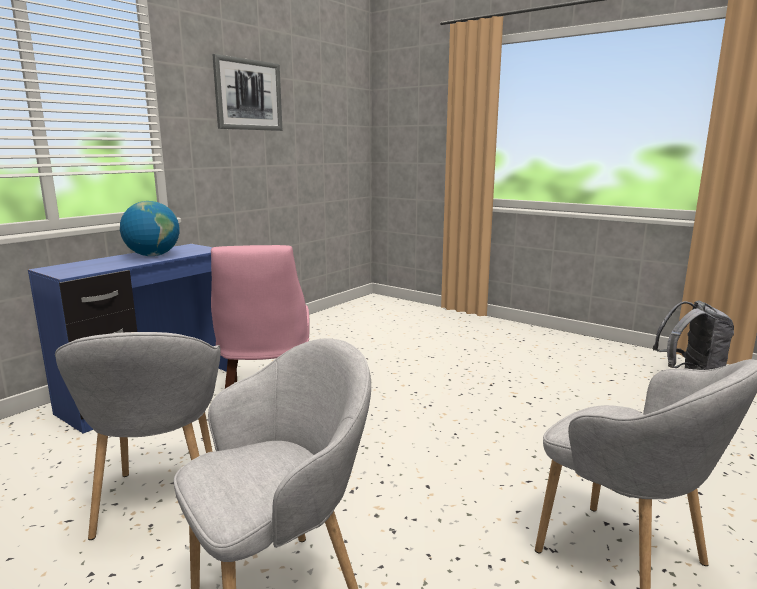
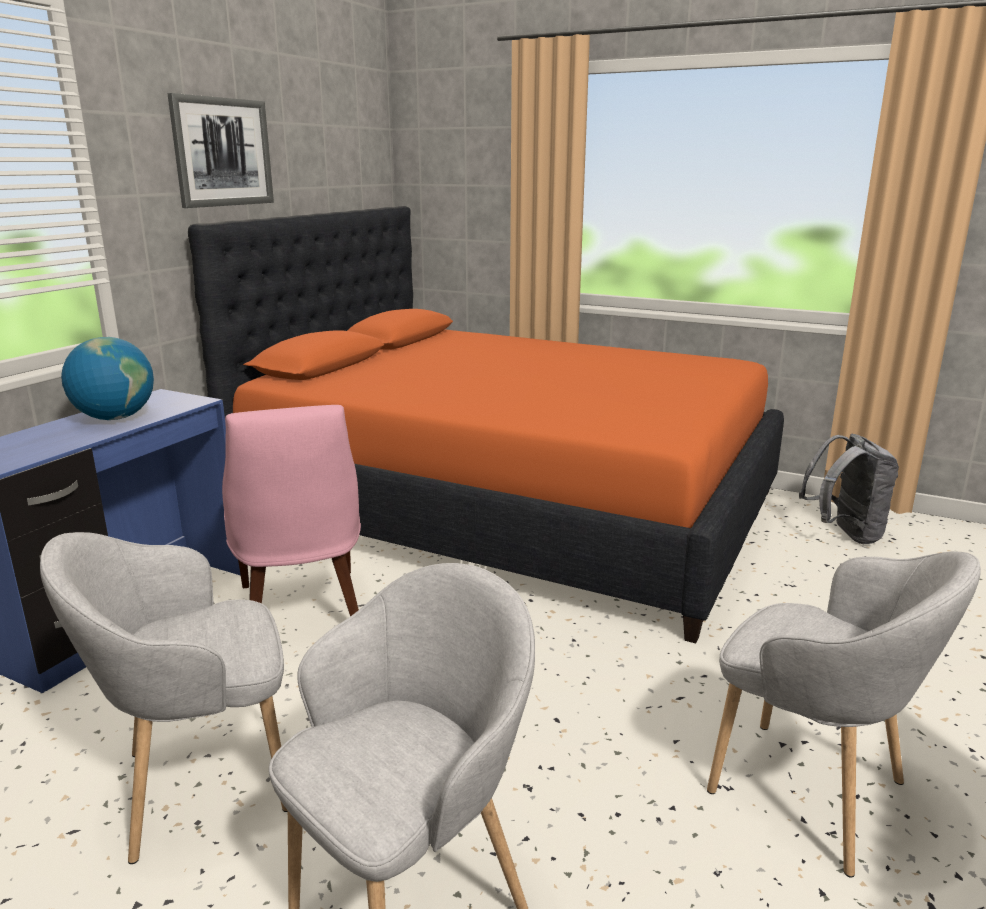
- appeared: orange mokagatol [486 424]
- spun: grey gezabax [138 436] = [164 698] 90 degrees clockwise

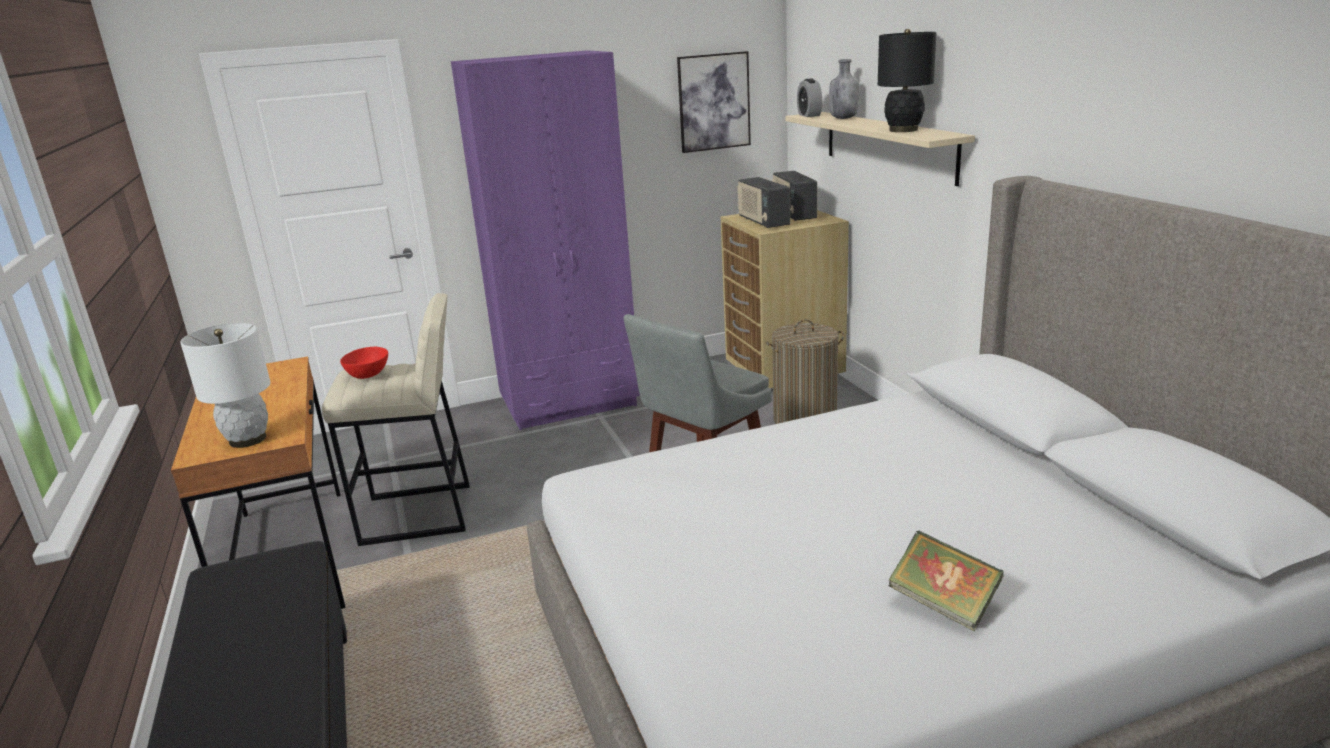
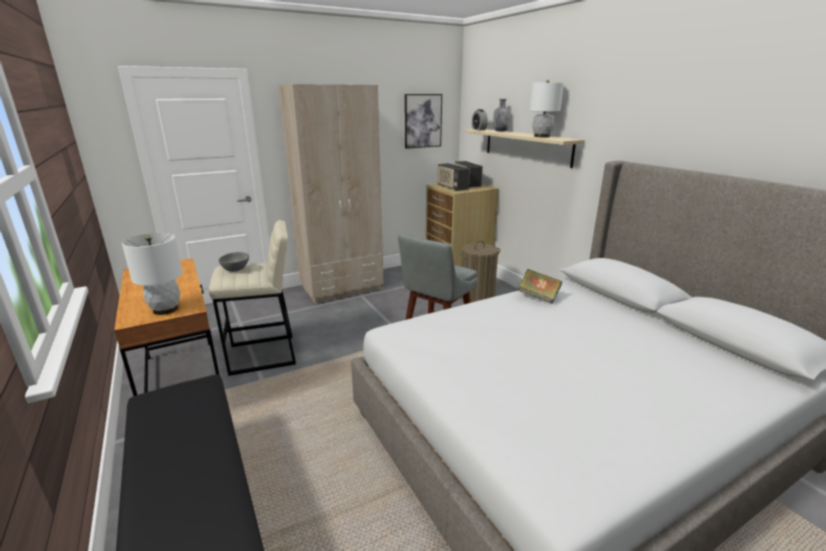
- relocated: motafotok [946 581] to [540 286]
- colour: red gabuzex [364 363] to grey gabuzex [234 262]
- colour: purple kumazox [545 240] to beige kumazox [331 194]
- colour: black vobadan [907 80] to white vobadan [546 108]

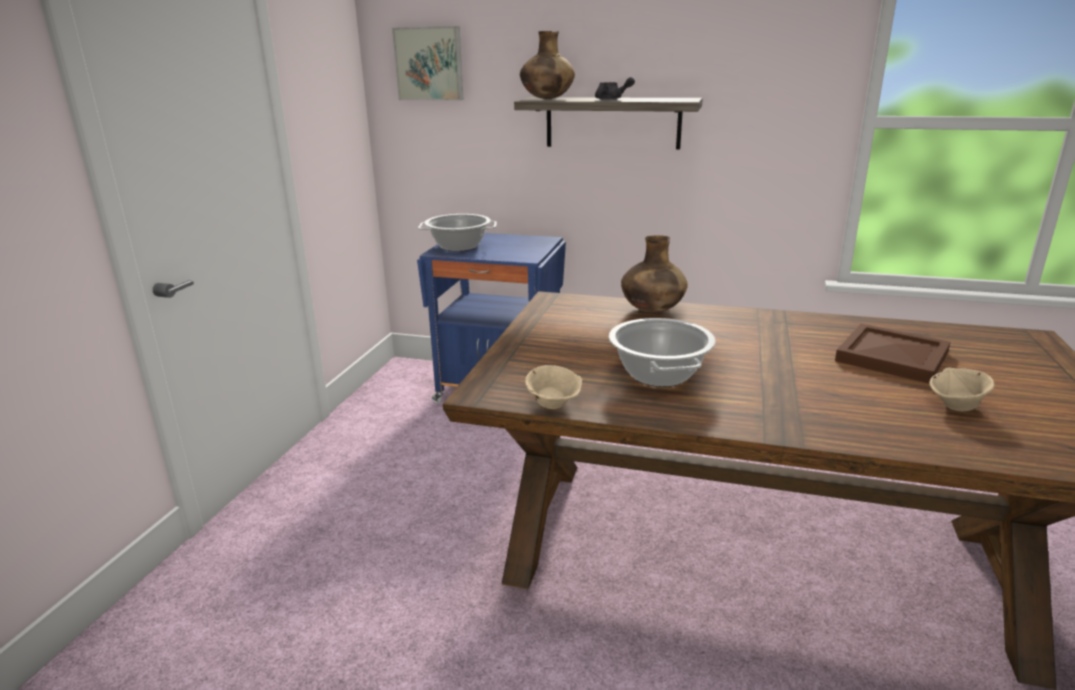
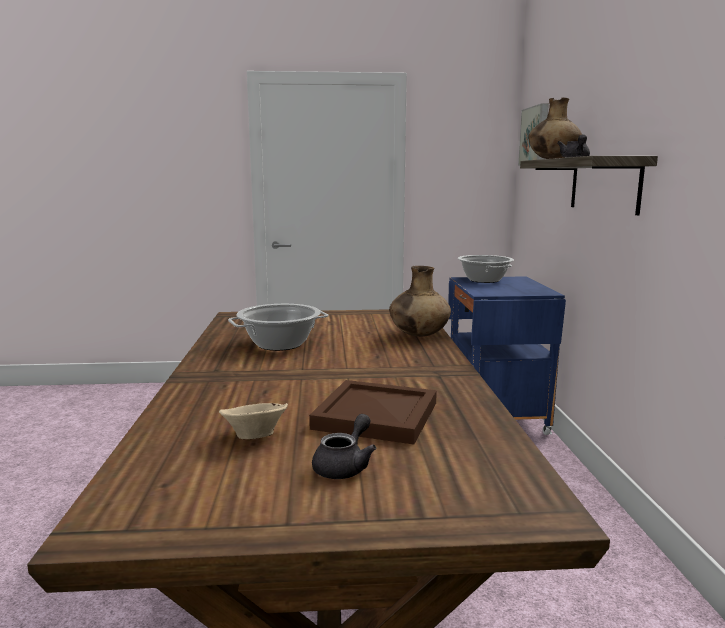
- missing: beige gabuzex [553 387]
- appeared: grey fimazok [344 446]

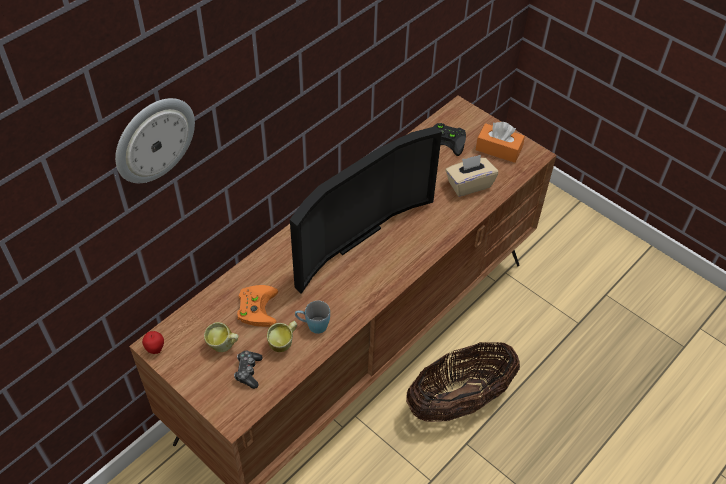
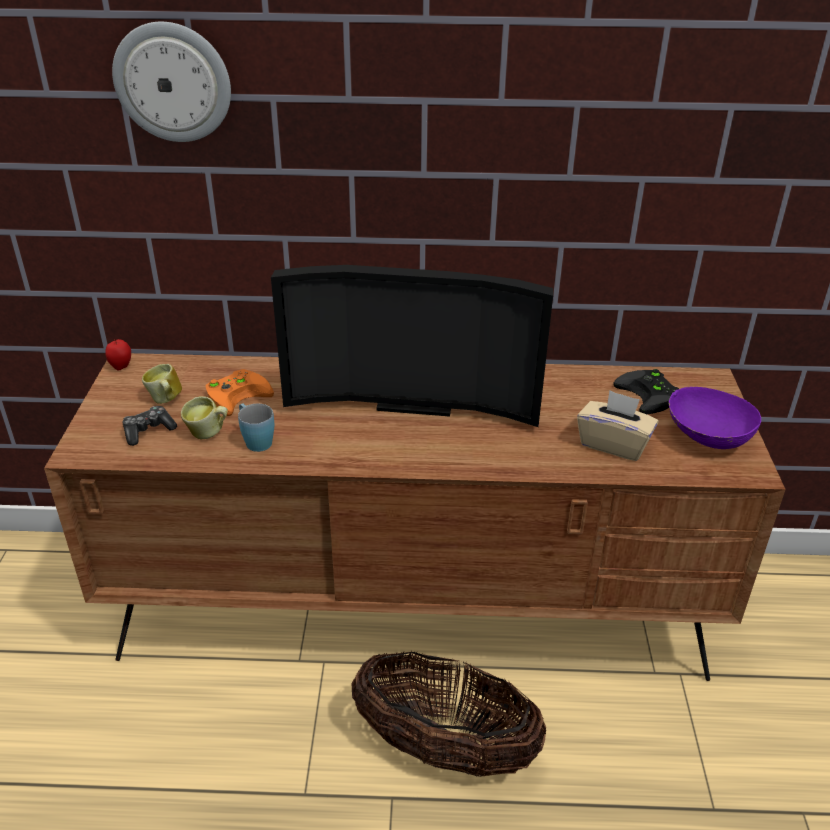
- exchanged: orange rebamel [500 142] to purple gabuzex [715 418]

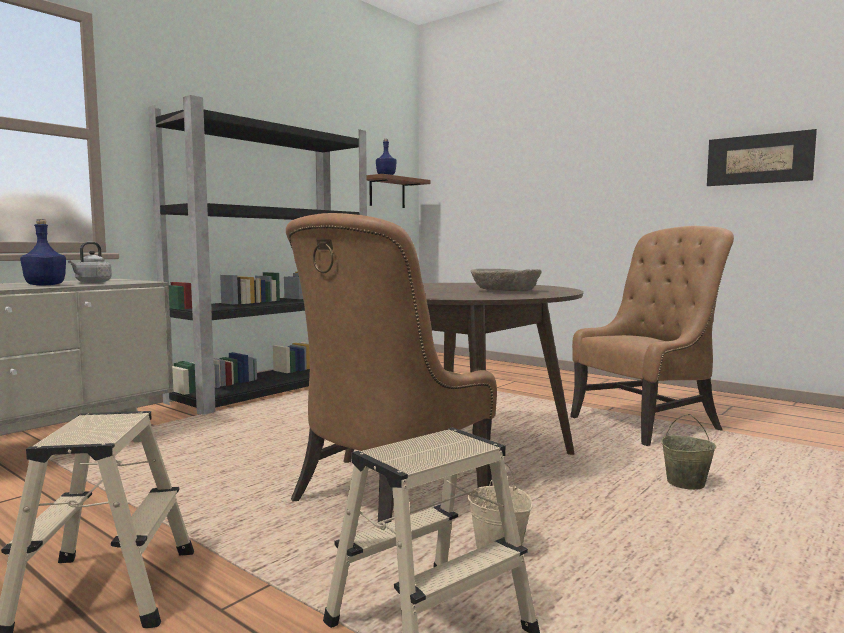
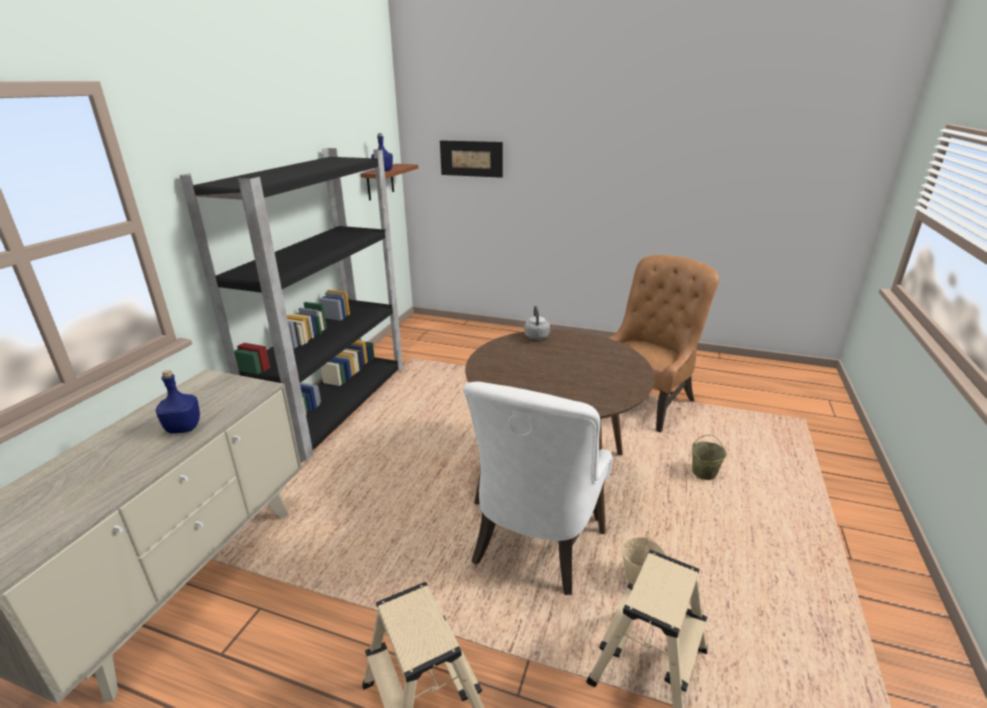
- missing: beige gabuzex [506 280]
- relocated: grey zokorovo [90 262] to [537 323]
- relocated: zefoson [762 157] to [471 159]
- colour: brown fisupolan [391 369] to white fisupolan [538 488]

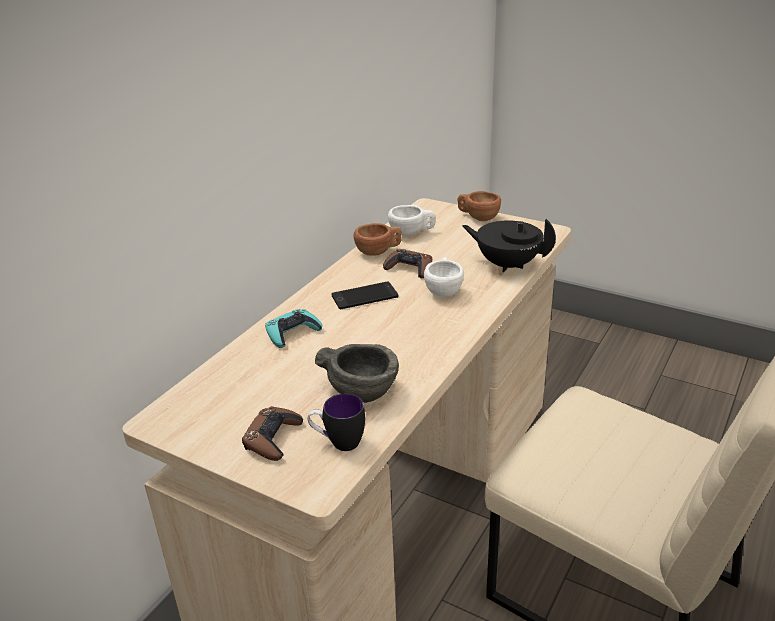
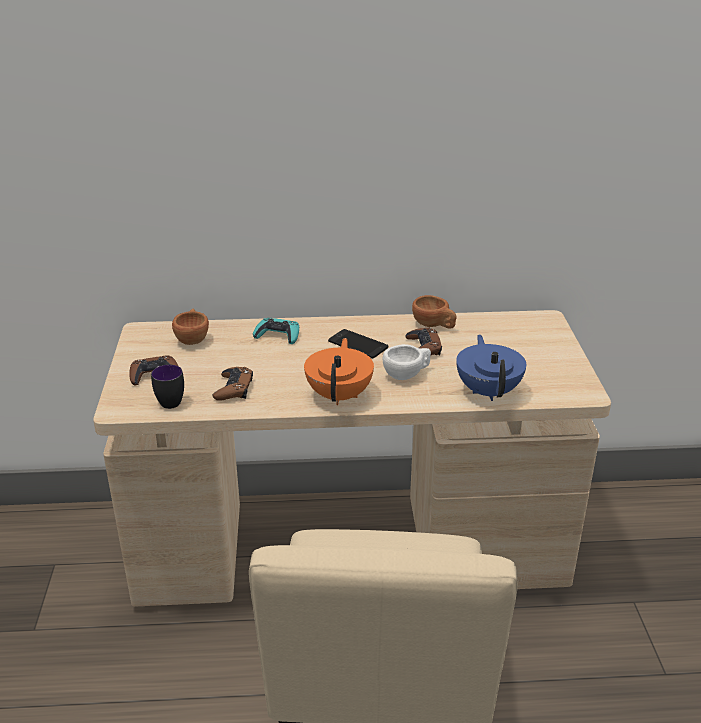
- missing: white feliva [412 220]
- appeared: orange fimazok [339 371]
- relocated: brown feliva [479 206] to [190 327]
- exchanged: grey gabuzex [357 373] to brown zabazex [232 384]
- colour: black fimazok [509 245] to blue fimazok [491 368]

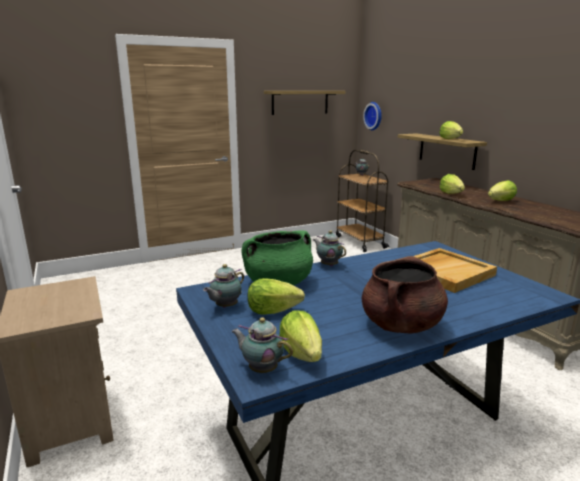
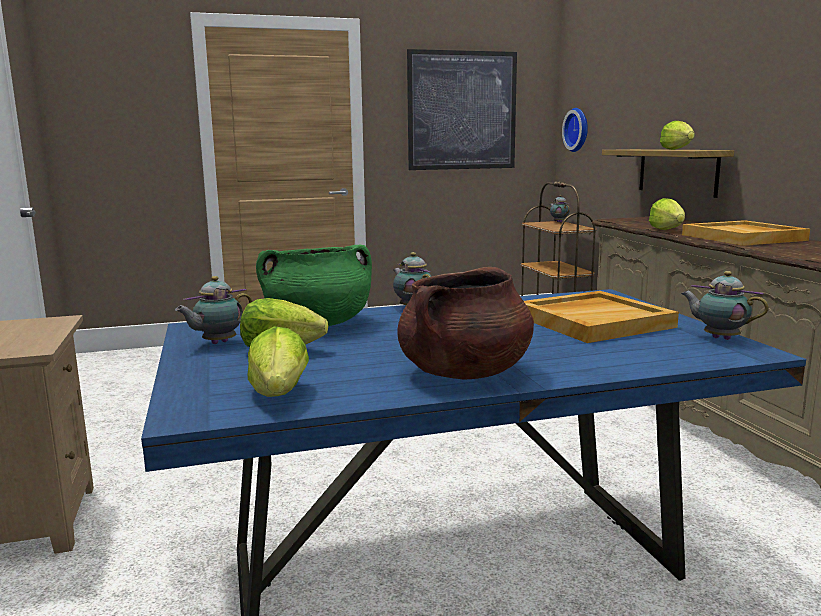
- relocated: fimazok [262 345] to [725 305]
- exchanged: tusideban [304 103] to zefoson [462 109]
- exchanged: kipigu [502 190] to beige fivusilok [746 233]

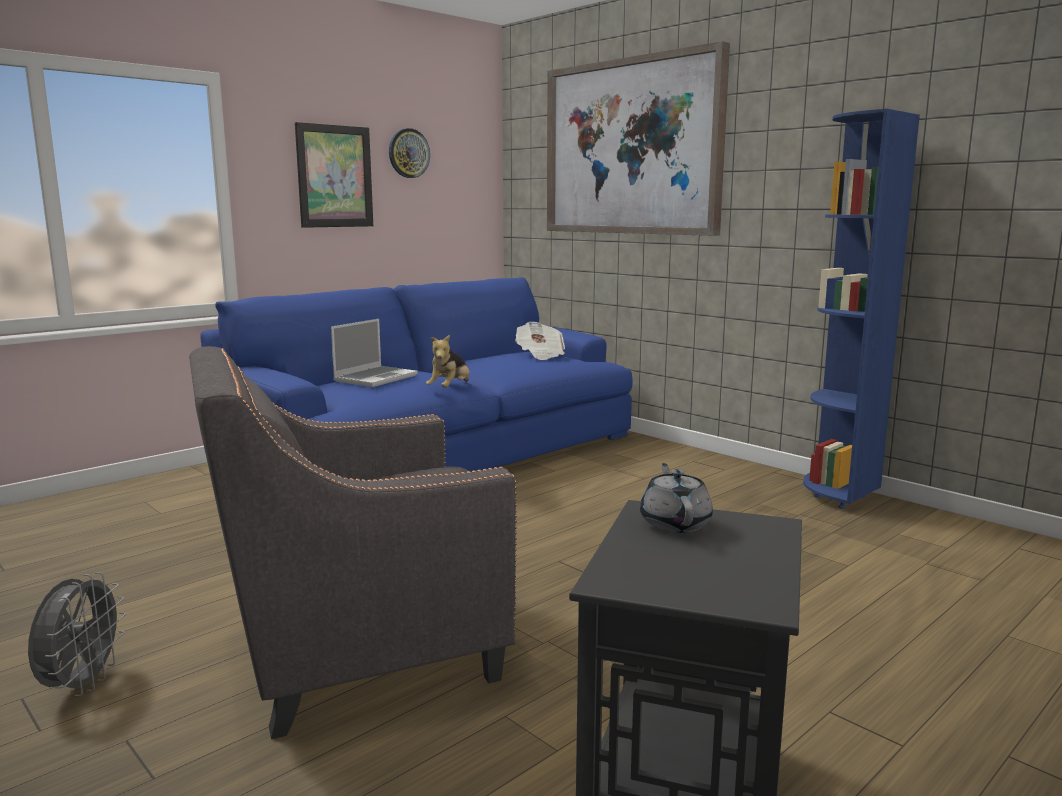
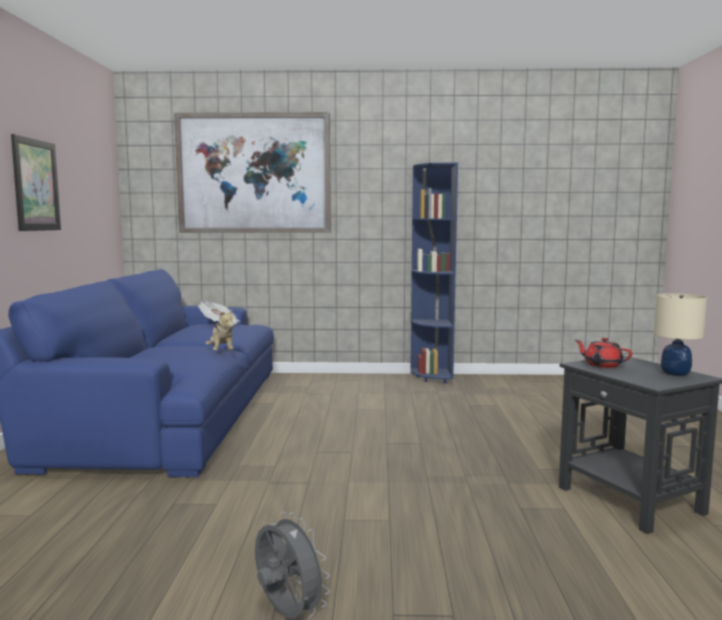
- missing: grey gezabax [353 542]
- missing: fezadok [374 353]
- missing: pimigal [409 153]
- appeared: beige vobadan [680 334]
- colour: grey fimazok [676 498] to red fimazok [603 353]

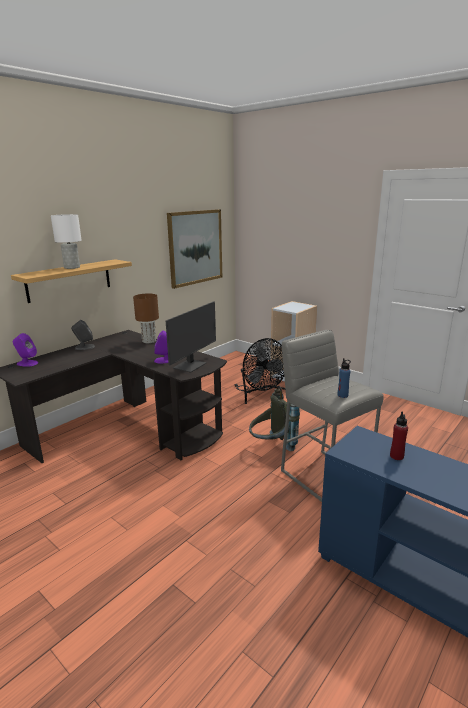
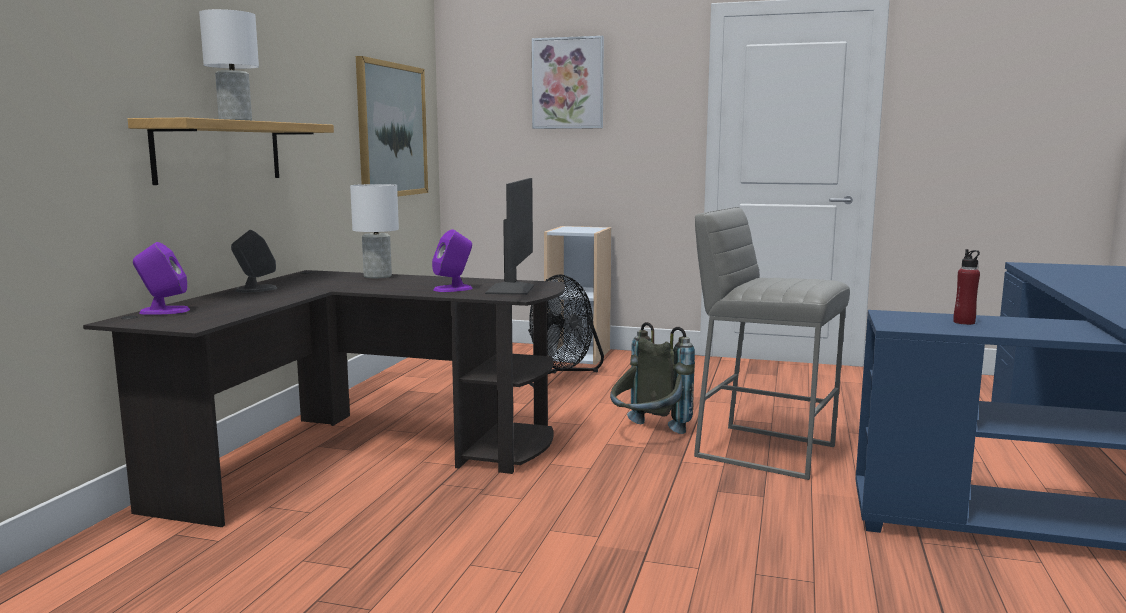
- missing: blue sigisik [344 378]
- appeared: zefoson [568 82]
- colour: brown vobadan [146 318] to white vobadan [374 231]

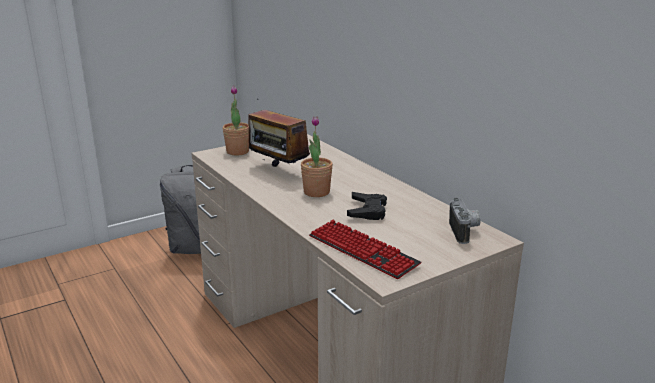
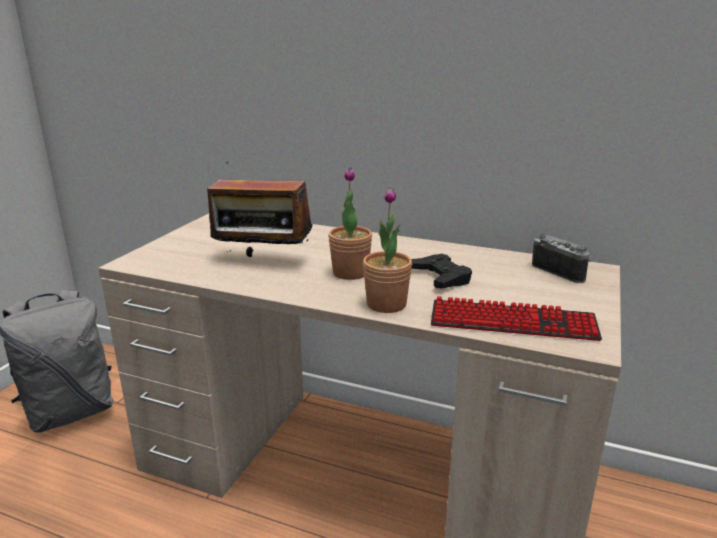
- relocated: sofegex [236 121] to [387 250]

